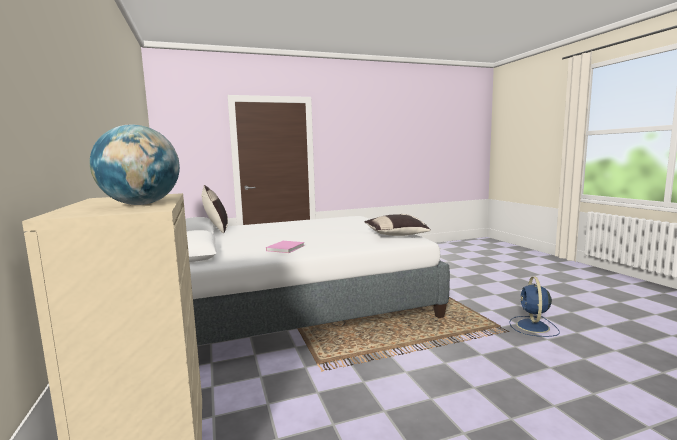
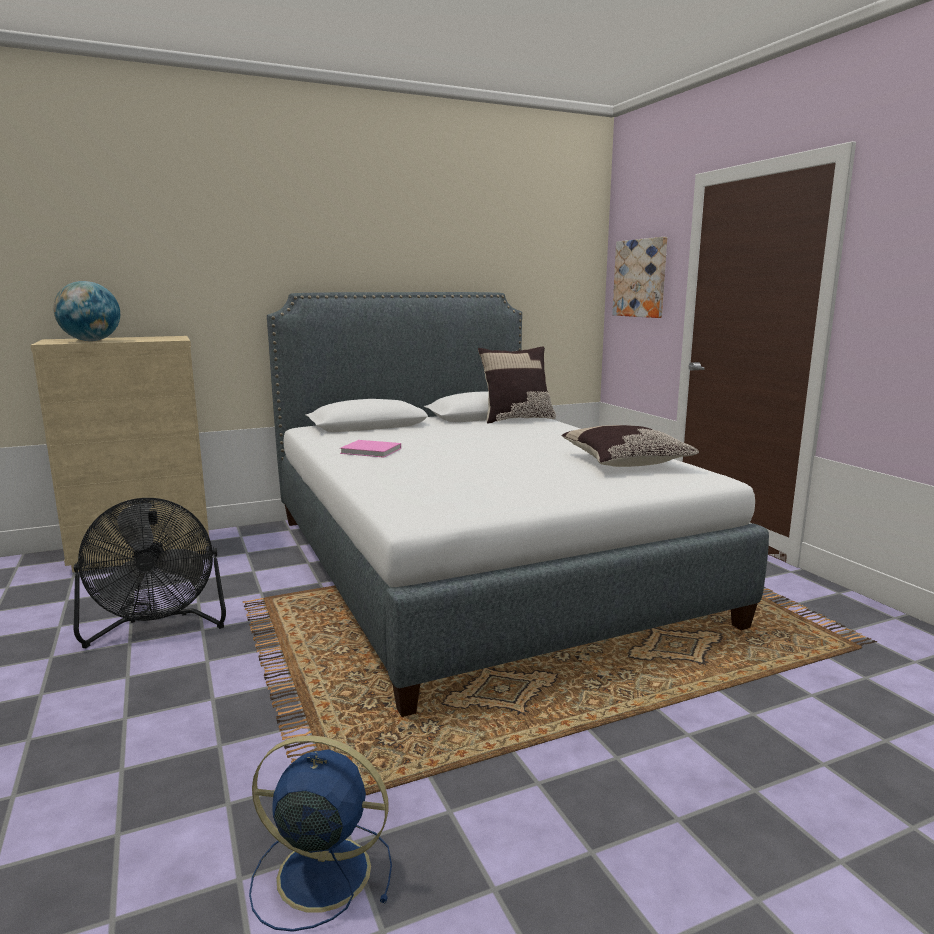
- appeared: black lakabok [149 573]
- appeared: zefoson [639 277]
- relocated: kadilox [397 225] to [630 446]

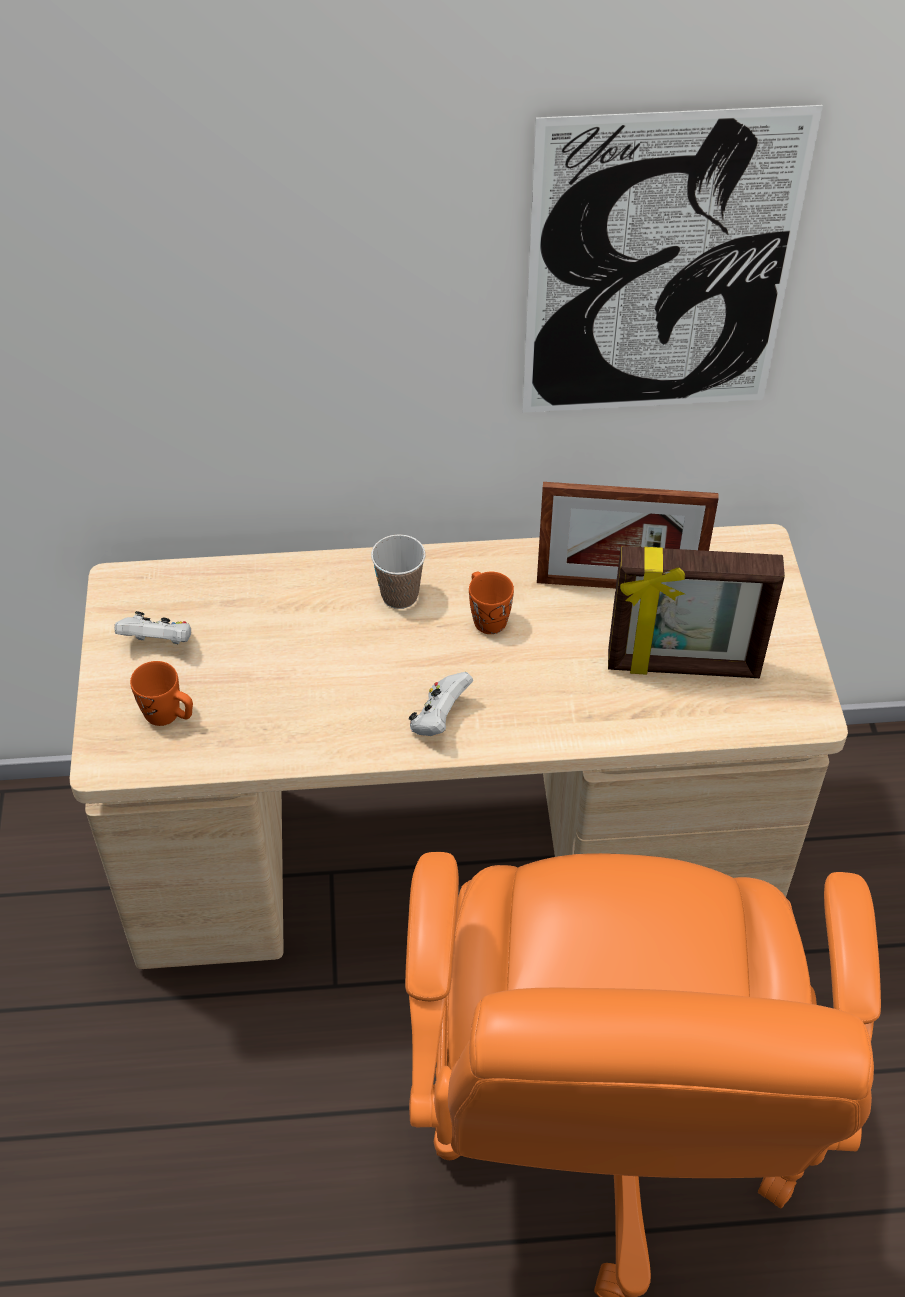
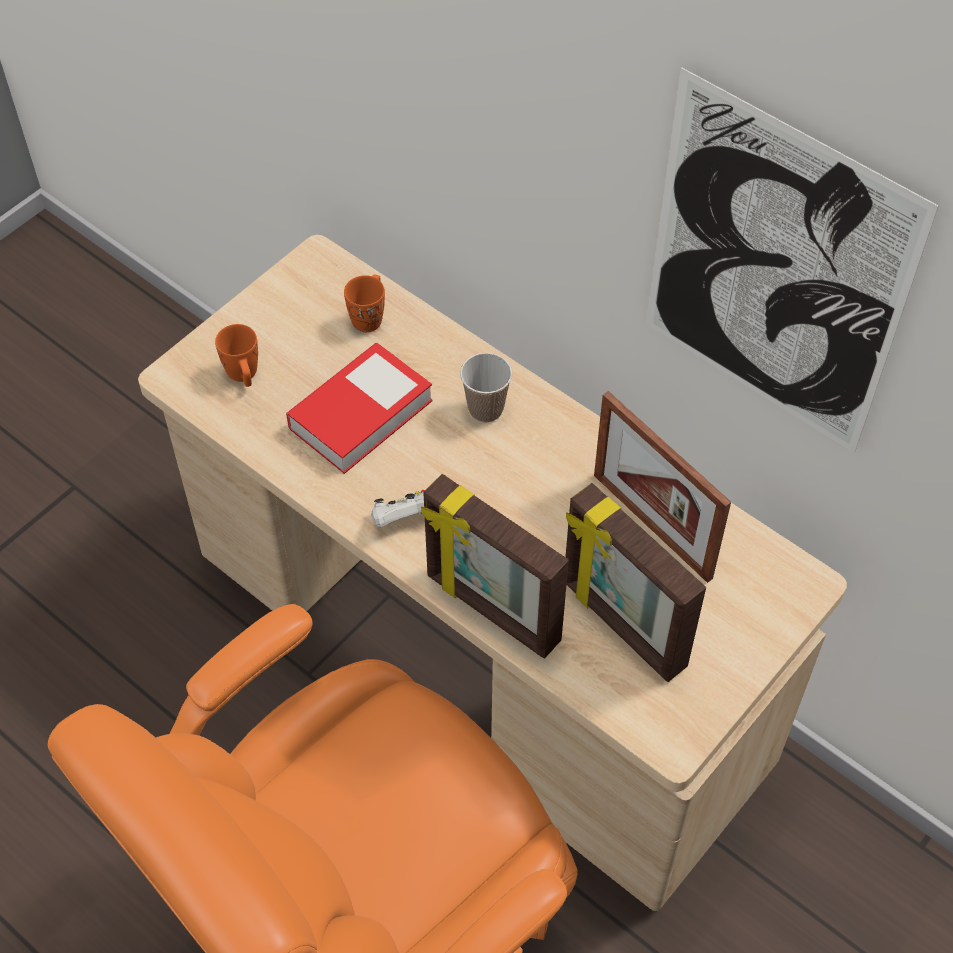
- missing: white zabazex [152 628]
- appeared: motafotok [359 408]
- appeared: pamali [495 566]
- relocated: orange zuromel [491 603] to [364 303]

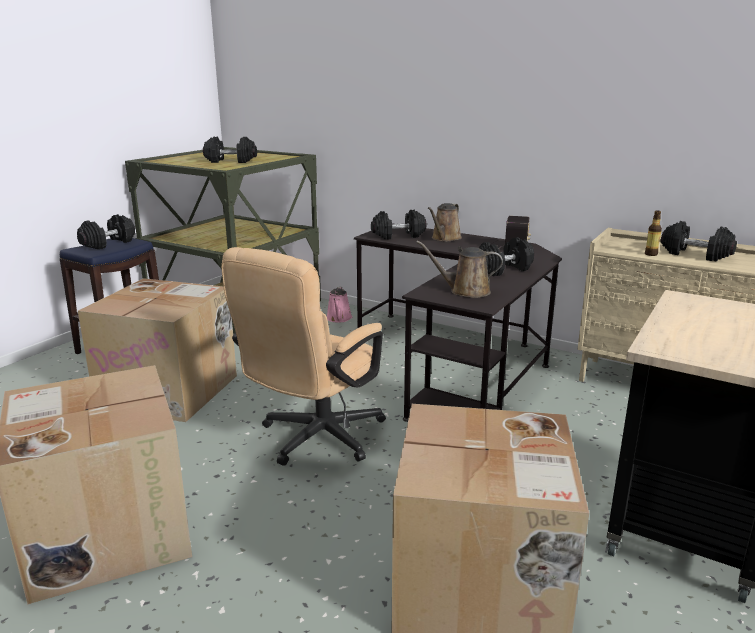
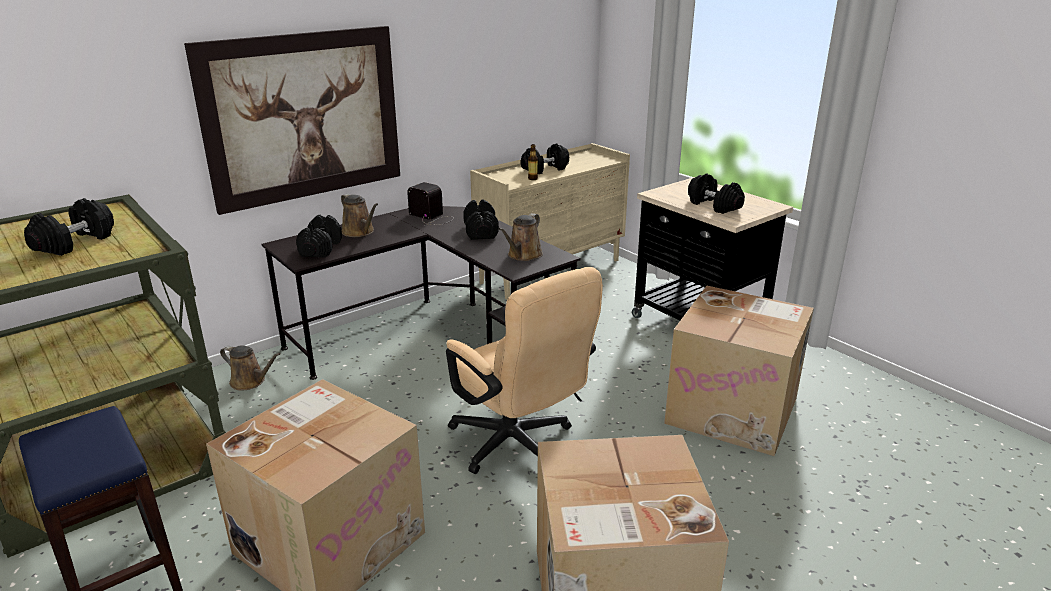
- appeared: zefoson [292 120]
- relocated: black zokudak [106 232] to [716 193]
- colour: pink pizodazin [339 305] to brown pizodazin [250 368]

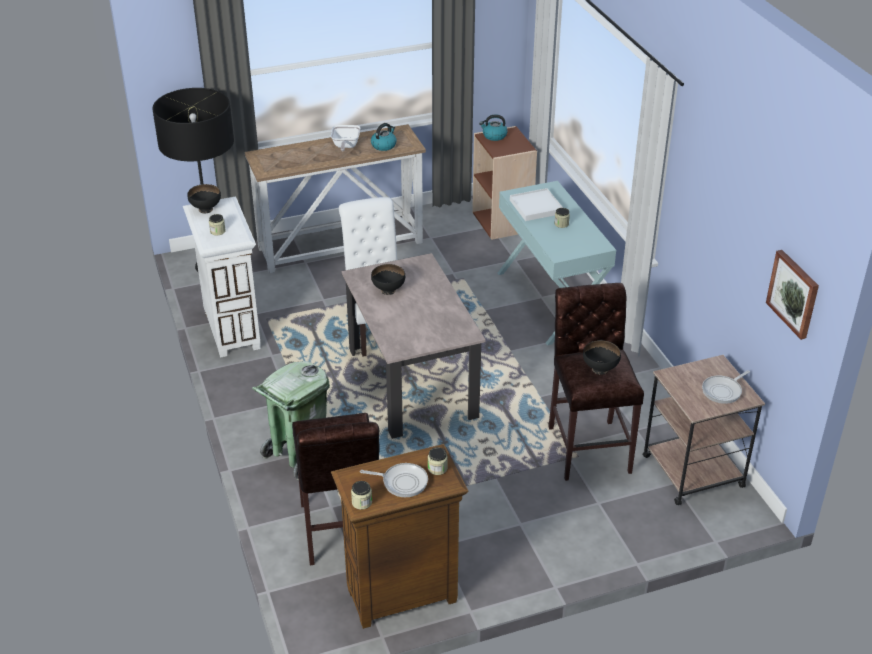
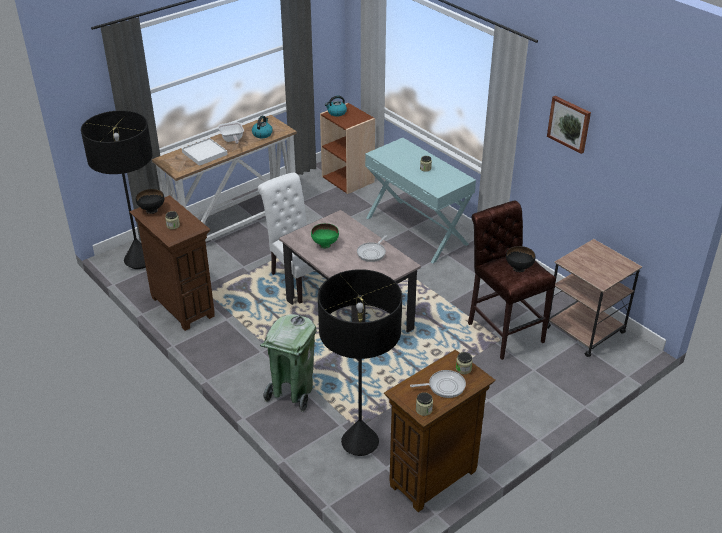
- relocated: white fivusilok [536 204] to [205 152]
- relocated: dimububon [726 387] to [372 248]
- relocated: zefoson [792 295] to [569 125]
- exchanged: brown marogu [336 489] to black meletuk [360 362]
- colour: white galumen [222 277] to brown galumen [171 263]
- colour: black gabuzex [388 279] to green gabuzex [325 236]

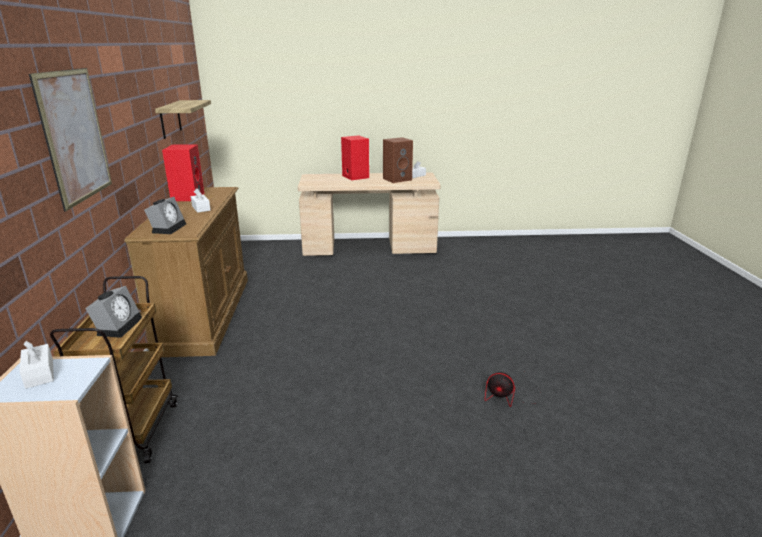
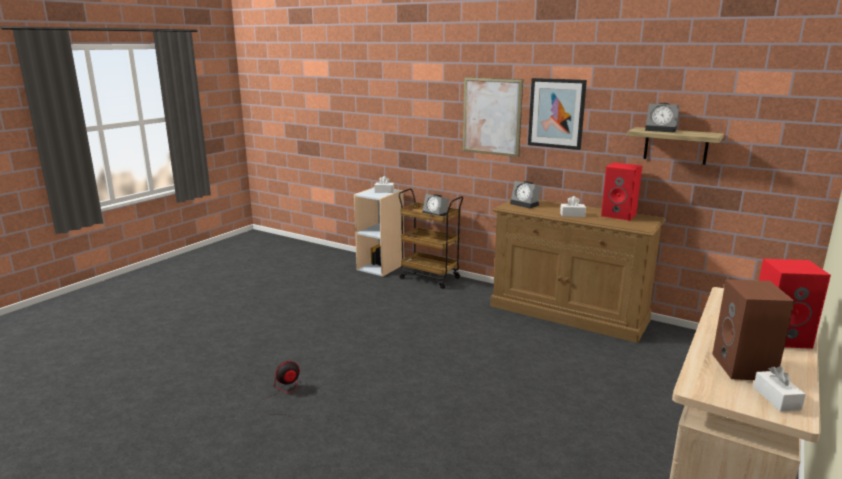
- appeared: zefoson [557 114]
- appeared: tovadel [662 118]

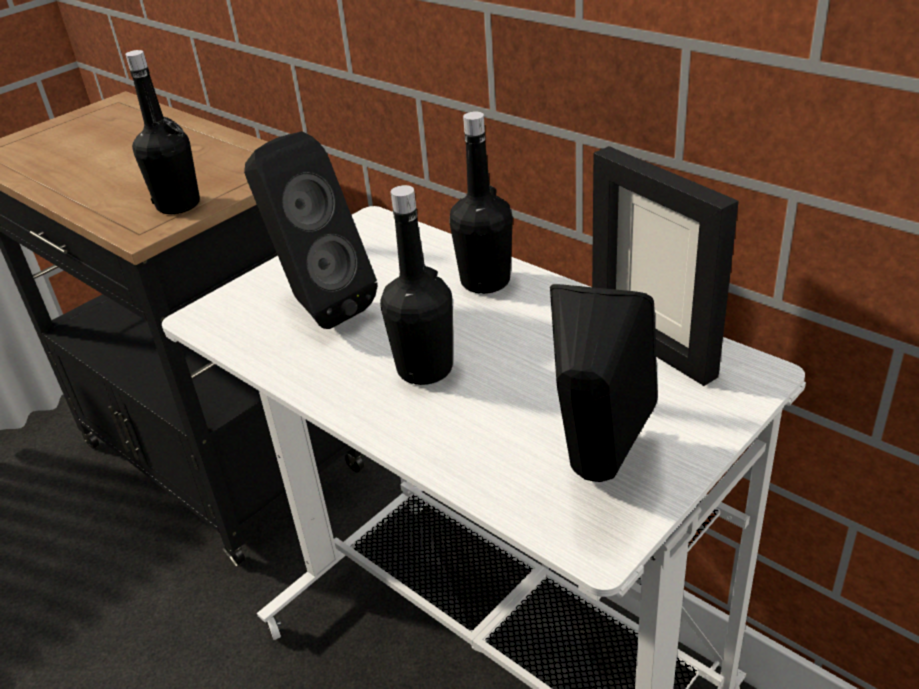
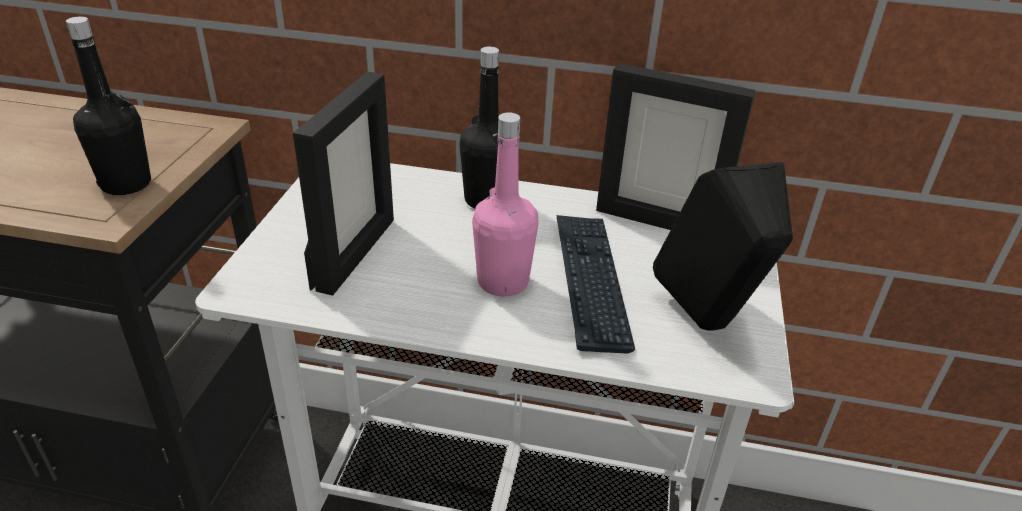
- appeared: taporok [596 284]
- exchanged: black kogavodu [310 230] to pamali [343 183]
- colour: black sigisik [416 285] to pink sigisik [505 204]

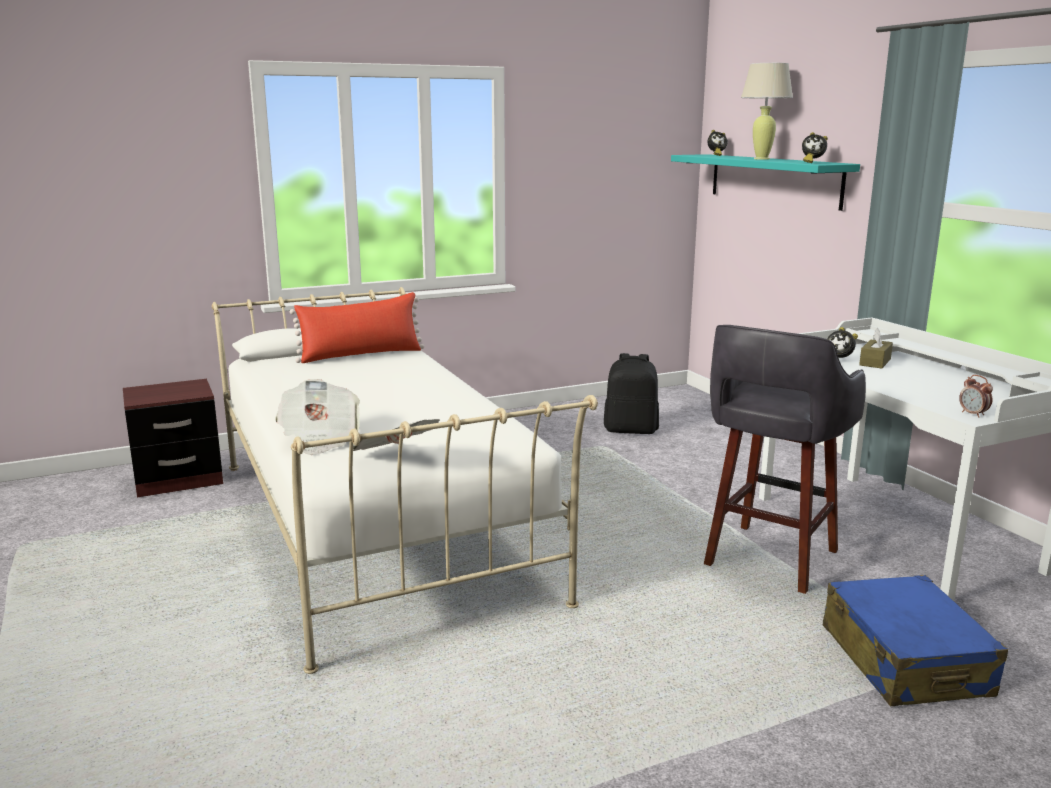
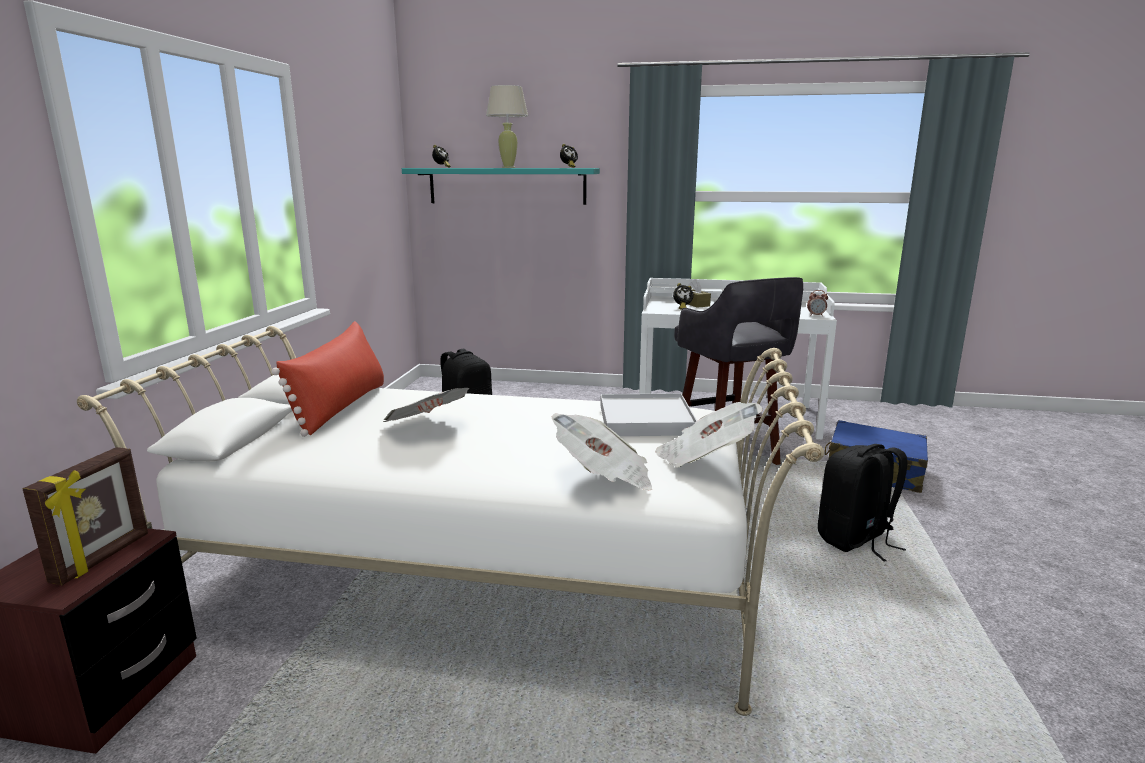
- appeared: pamali [85 516]
- appeared: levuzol [426 405]
- appeared: white fivusilok [648 414]
- appeared: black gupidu [863 503]

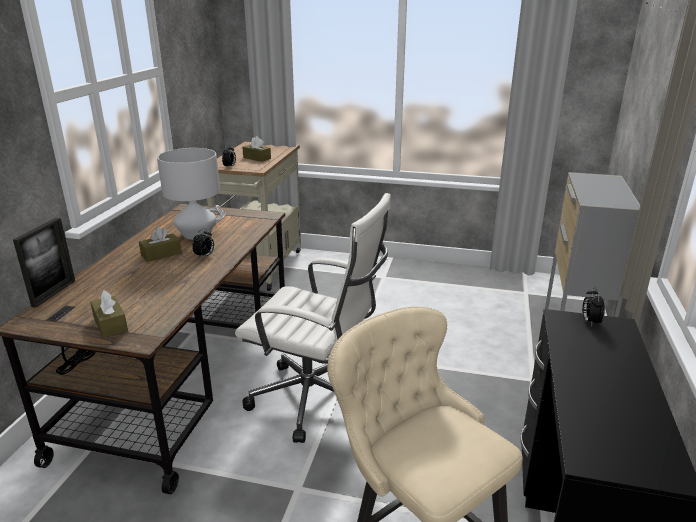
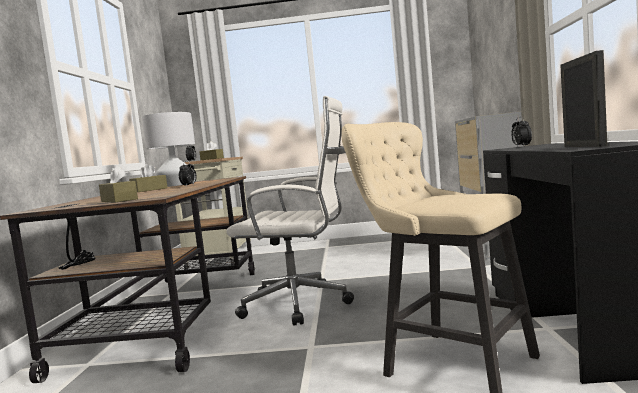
- relocated: pamali [44 262] to [583 98]

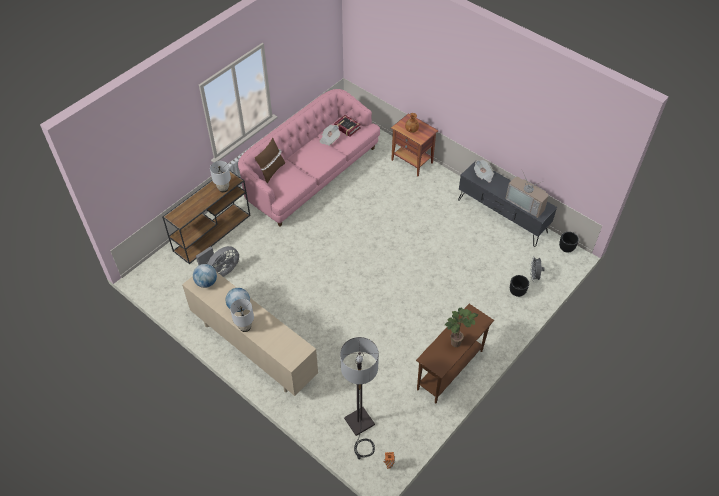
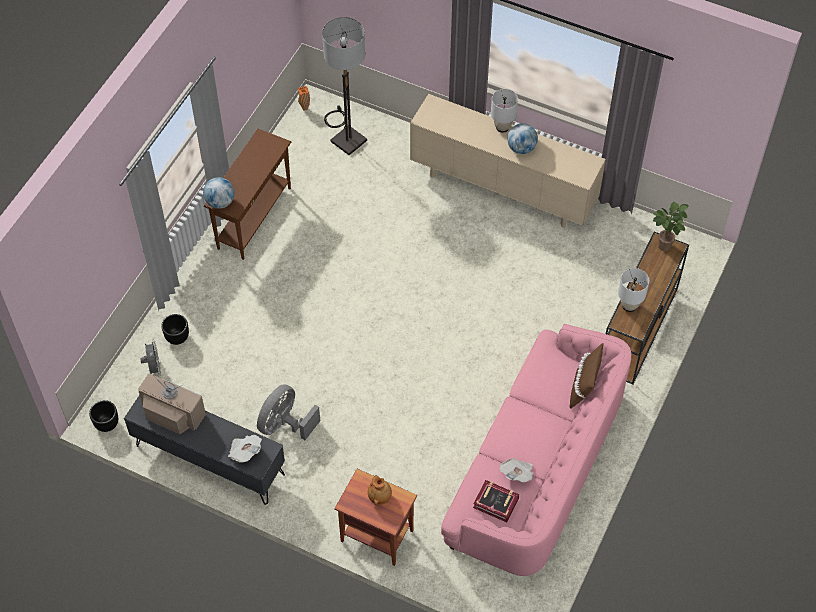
- relocated: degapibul [205 276] to [218 193]
- relocated: grey lakabok [217 261] to [288 412]
- relocated: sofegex [461 327] to [671 226]

